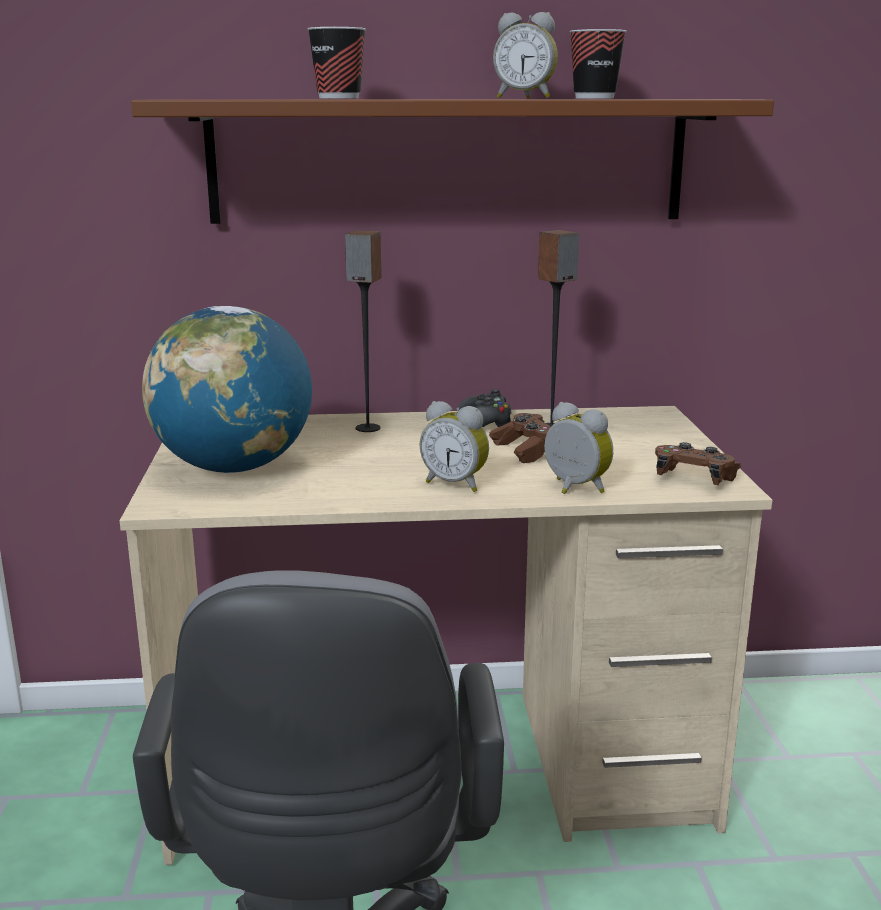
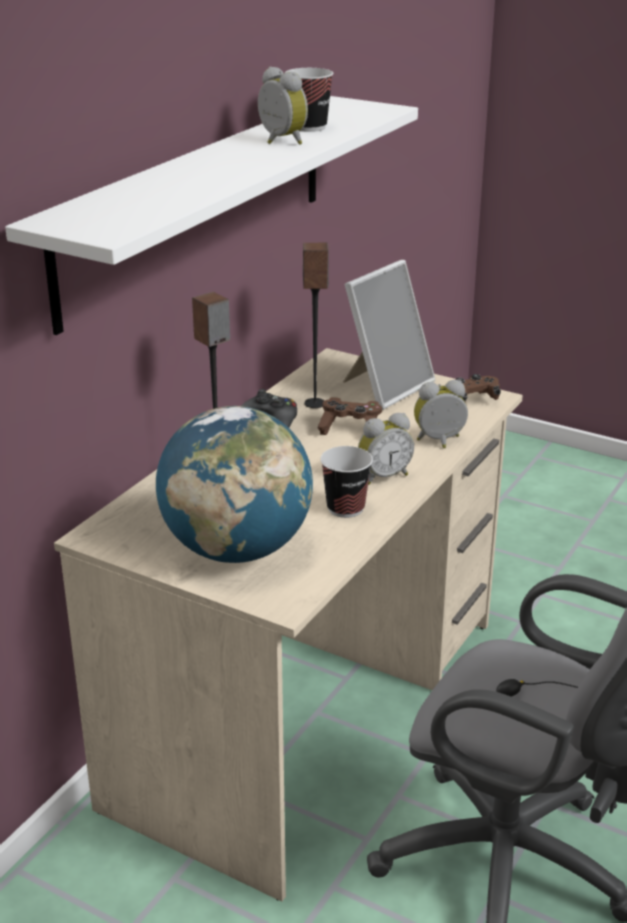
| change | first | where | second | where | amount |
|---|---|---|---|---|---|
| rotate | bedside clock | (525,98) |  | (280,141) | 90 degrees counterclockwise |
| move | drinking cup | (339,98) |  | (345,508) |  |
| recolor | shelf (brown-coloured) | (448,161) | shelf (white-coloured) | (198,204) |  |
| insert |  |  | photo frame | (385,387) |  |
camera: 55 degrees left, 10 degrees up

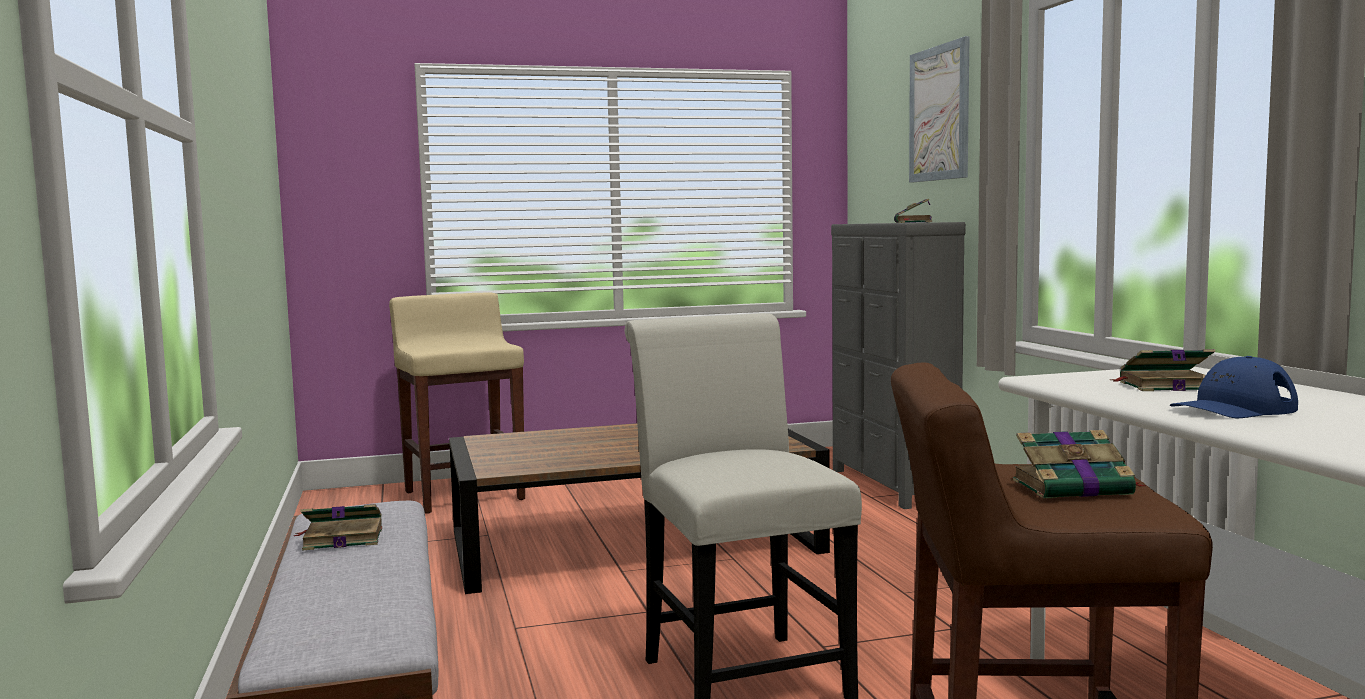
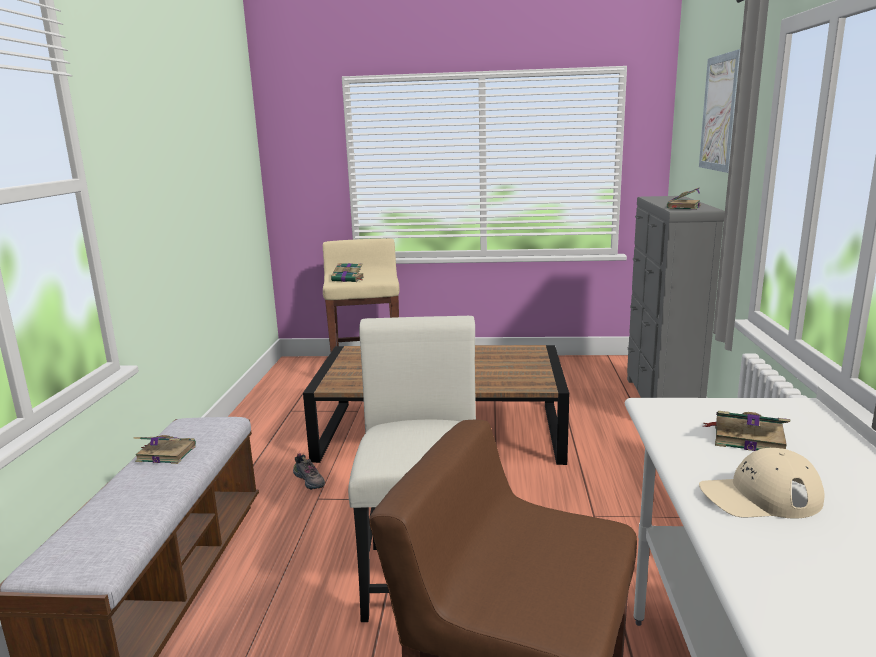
| change | first | where | second | where | amount |
|---|---|---|---|---|---|
| recolor | baseball cap (blue) | (1233,409) | baseball cap (sand-coloured) | (759,496) |  |
| move | volume | (1075,487) |  | (348,279) |  |
| insert |  |  | shoe | (310,480) |  |
camera: 20 degrees right, 10 degrees up

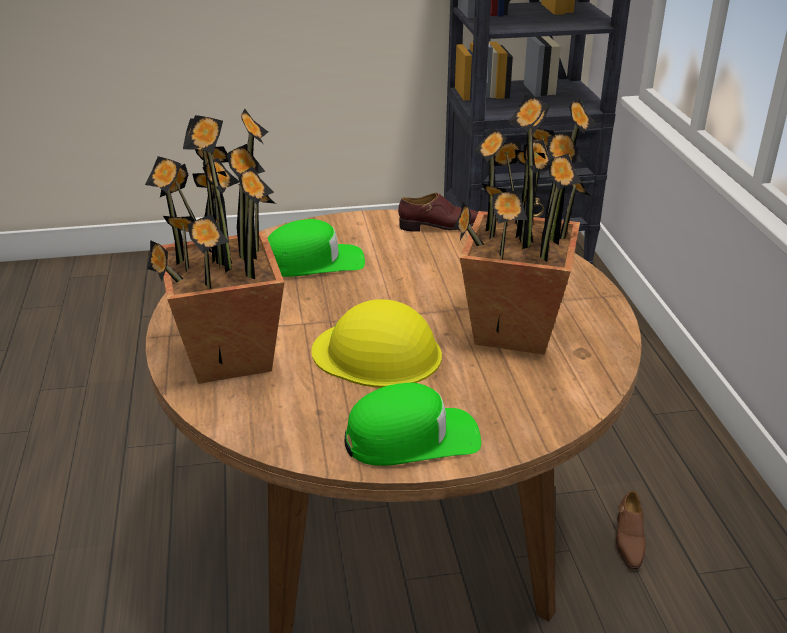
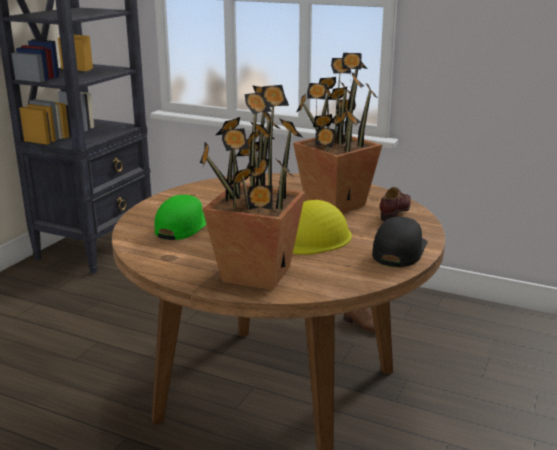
| change | first | where | second | where | amount |
|---|---|---|---|---|---|
| move | shoe (brown-coloured) | (440,226) |  | (396,211) |  |
| recolor | baseball cap (green) | (412,438) | baseball cap (blackish) | (399,250) |  |
camera: 55 degrees left, 10 degrees down

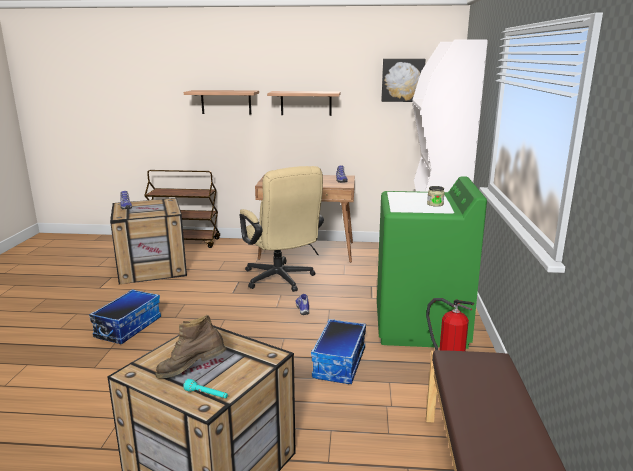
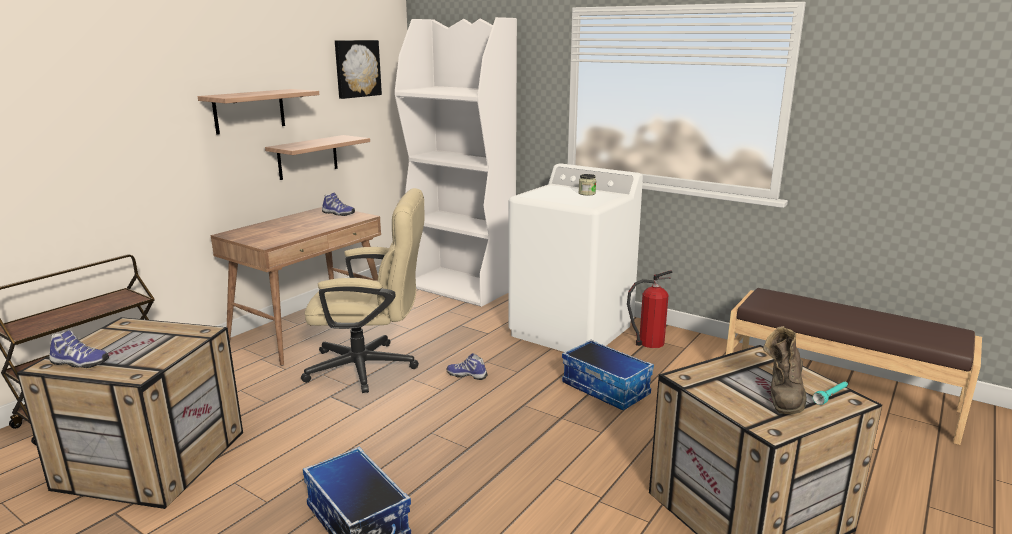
| change | first | where | second | where | amount |
|---|---|---|---|---|---|
| move | shelf | (226,102) |  | (307,157) |  |
| recolor | laundry machine (green) | (420,326) | laundry machine (white-coloured) | (572,331) |  |
camera: 60 degrees left, 0 degrees up

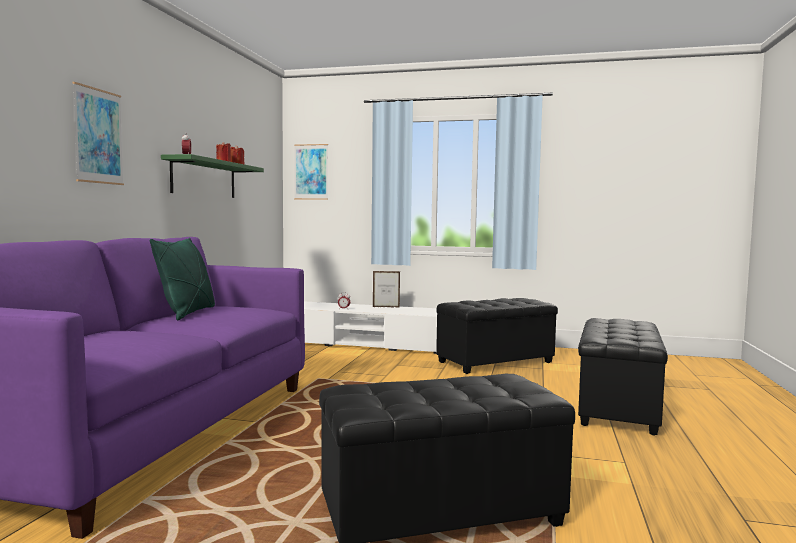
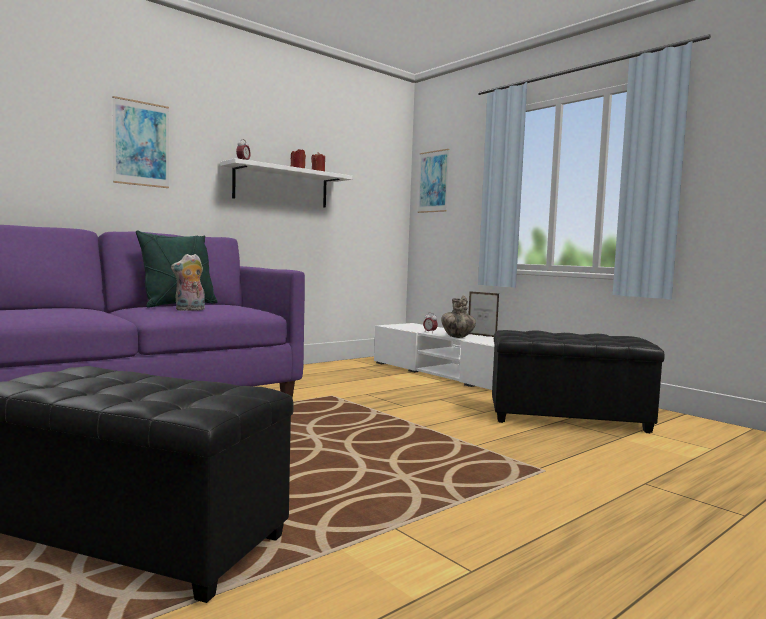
| change | first | where | second | where | amount |
|---|---|---|---|---|---|
| recolor | shelf (green) | (204,179) | shelf (white-coloured) | (281,186) |  |
| delete | pouffe (blackish) | (616,407) |  |  |  |
| insert |  |  | soft toy | (190,310) |  |
| insert |  |  | vase | (457,337) |  |
camera: 35 degrees right, 0 degrees up

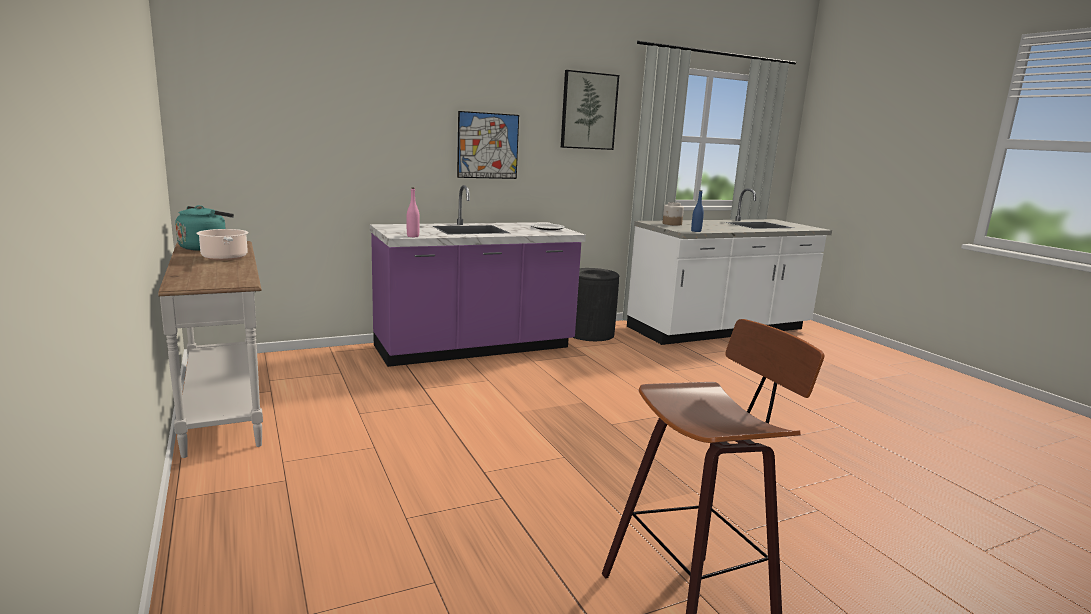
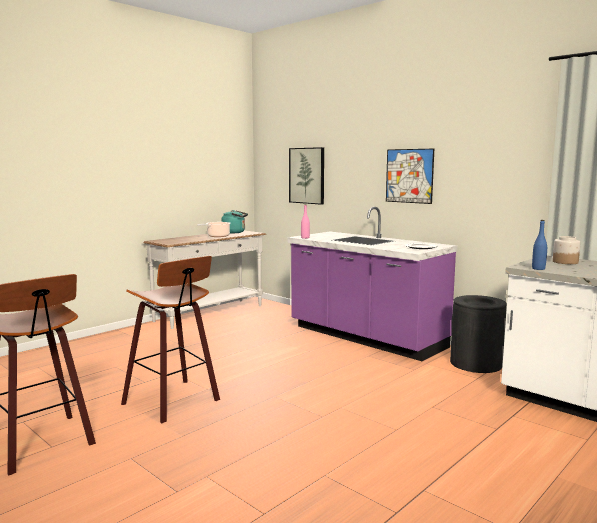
| change | first | where | second | where | amount |
|---|---|---|---|---|---|
| move | picture | (588,111) |  | (307,175) |  |
| insert |  |  | sitting stool | (175,401) |  |
camera: 70 degrees right, 5 degrees down

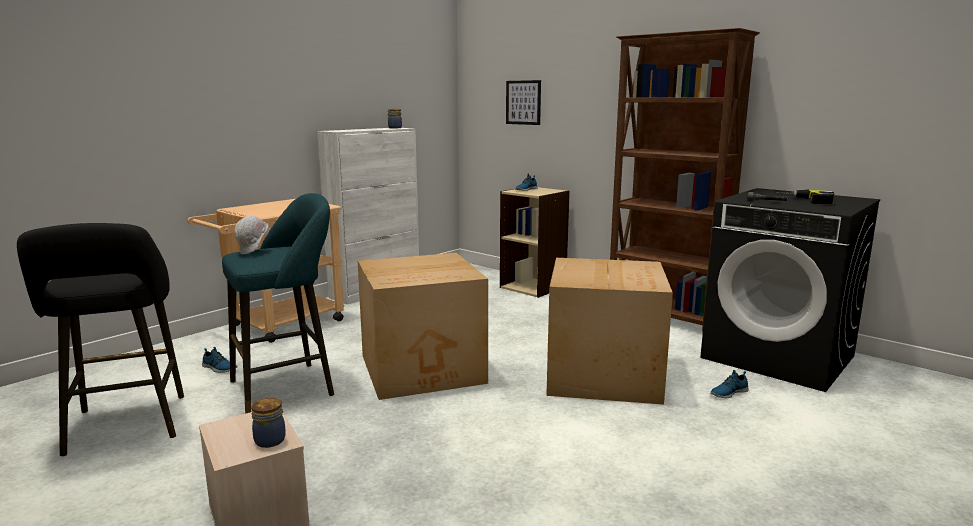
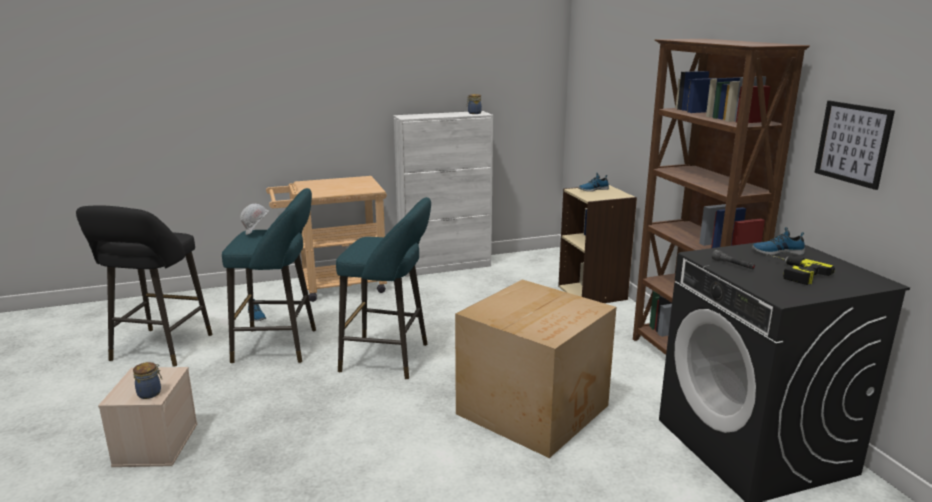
| change | first | where | second | where | amount |
|---|---|---|---|---|---|
| move | picture | (523,102) |  | (853,143) |  |
| replace | cardboard box | (424,369) | sitting stool (blue-green) | (390,358) |  |
| move | shoe | (728,392) |  | (777,252) |  |
camera: 30 degrees right, 5 degrees up

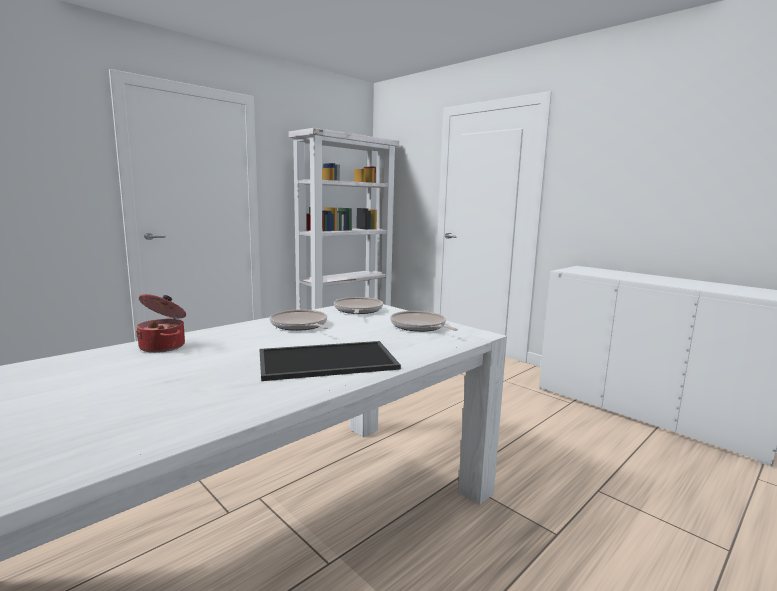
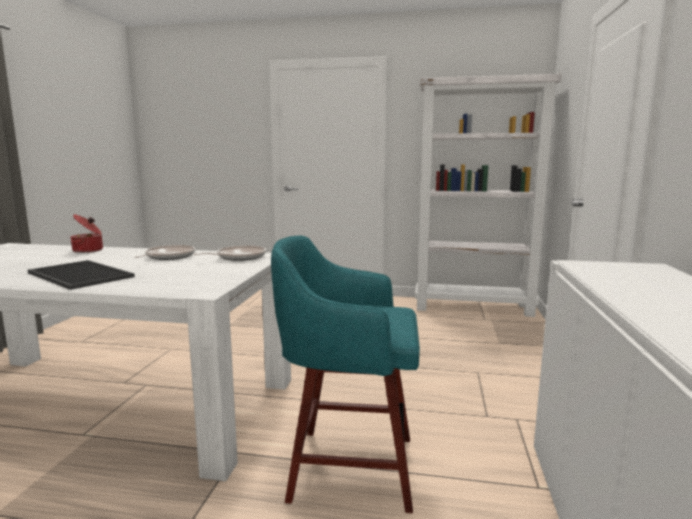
| change | first | where | second | where | amount |
|---|---|---|---|---|---|
| delete | frying pan | (419,327) |  |  |  |
| insert |  |  | sitting stool (blue-green) | (348,467) |  |
camera: 55 degrees right, 0 degrees up

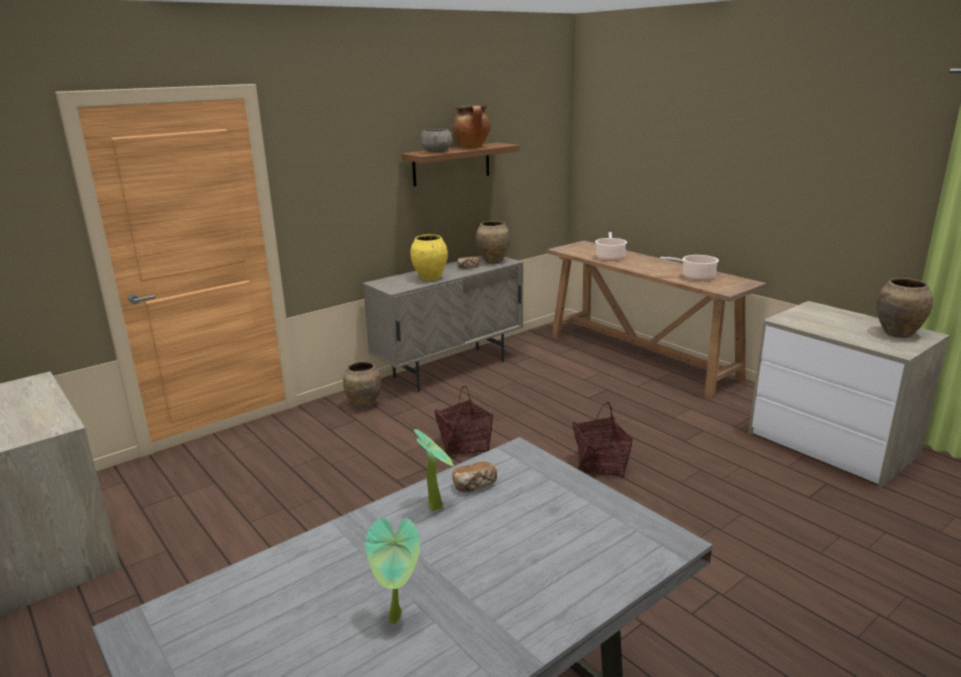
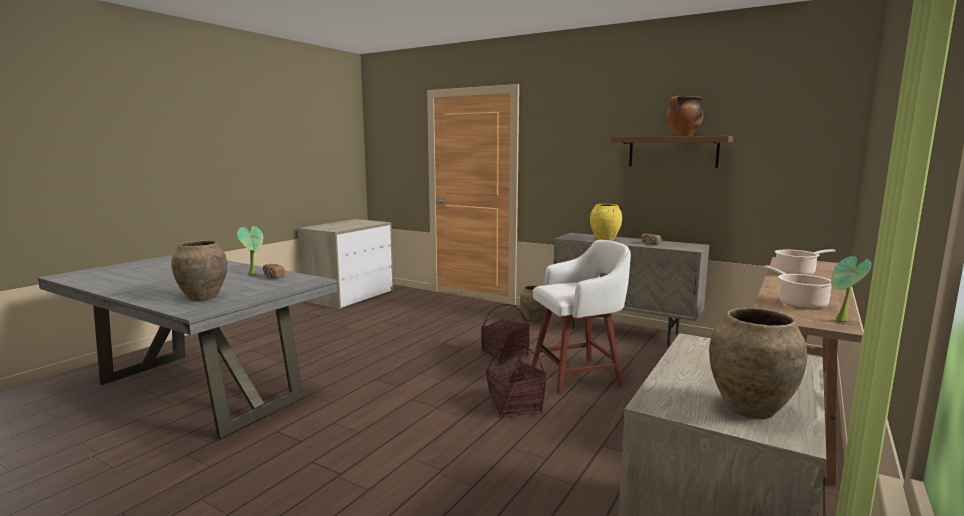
| change | first | where | second | where | amount |
|---|---|---|---|---|---|
| delete | serving bowl (gray) | (437,152) |  |  |  |
| move | vase (brown-coloured) | (493,261) |  | (202,298) |  |
| move | houseplant | (398,619) |  | (841,322) |  |
| insert |  |  | sitting stool (white-coloured) | (578,375) |  |
camera: 70 degrees right, 10 degrees down

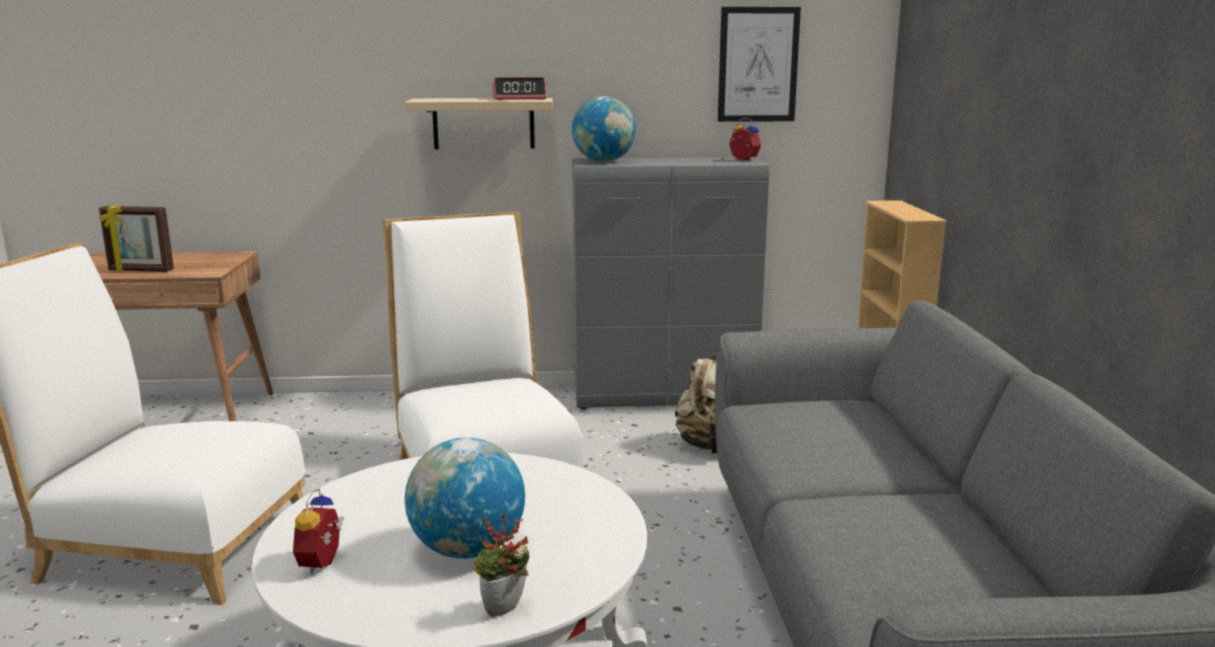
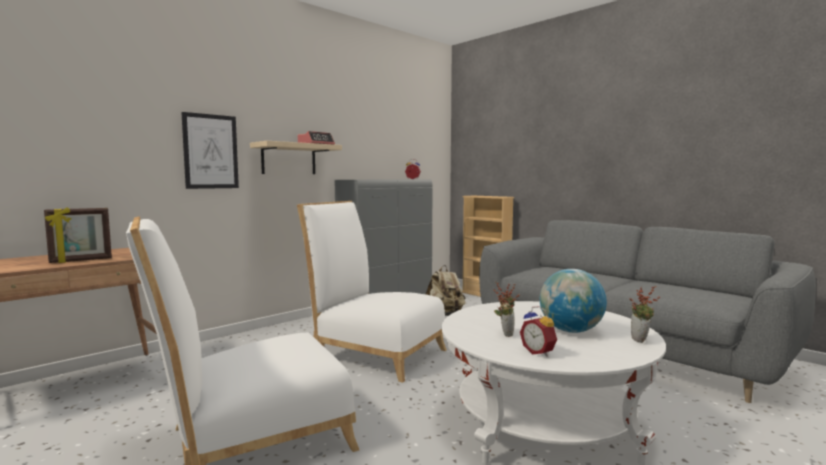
| change | first | where | second | where | amount |
|---|---|---|---|---|---|
| move | picture | (758,65) |  | (211,151) |  |
| delete | globe | (604,161) |  |  |  |
| insert |  |  | houseplant | (505,333) |  |
camera: 40 degrees left, 10 degrees down

